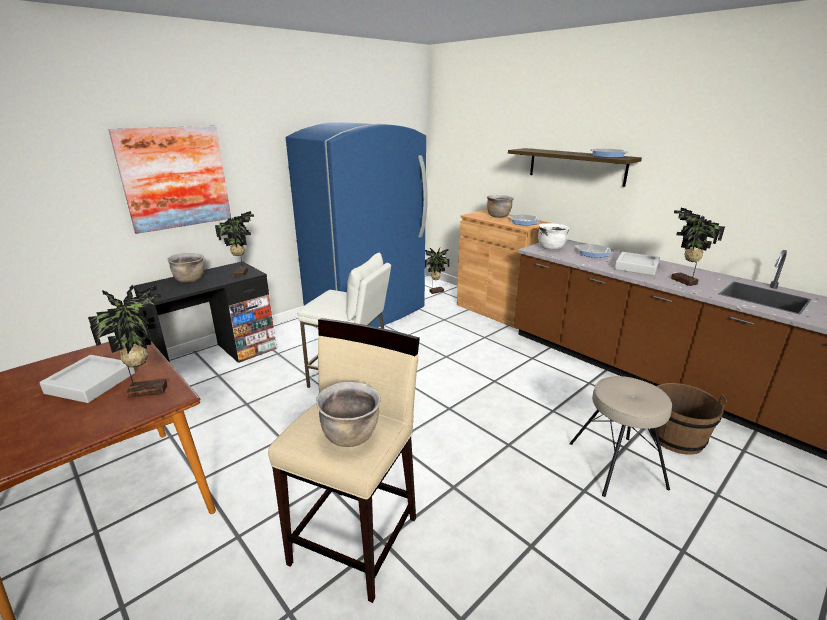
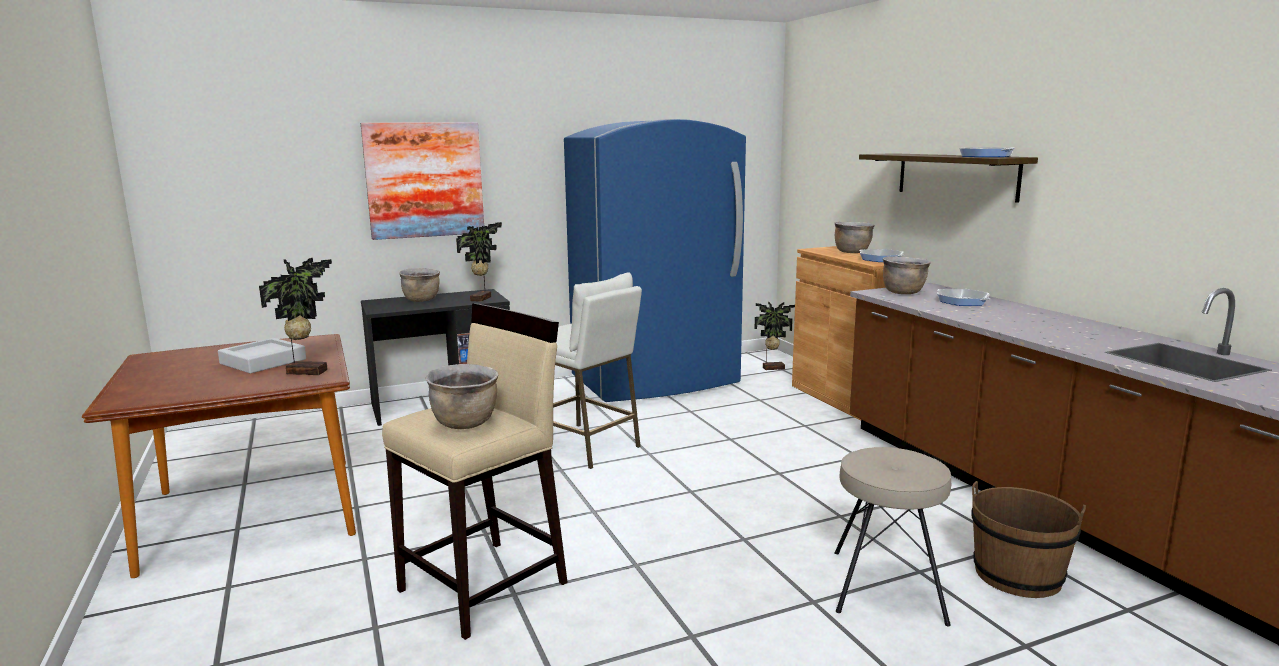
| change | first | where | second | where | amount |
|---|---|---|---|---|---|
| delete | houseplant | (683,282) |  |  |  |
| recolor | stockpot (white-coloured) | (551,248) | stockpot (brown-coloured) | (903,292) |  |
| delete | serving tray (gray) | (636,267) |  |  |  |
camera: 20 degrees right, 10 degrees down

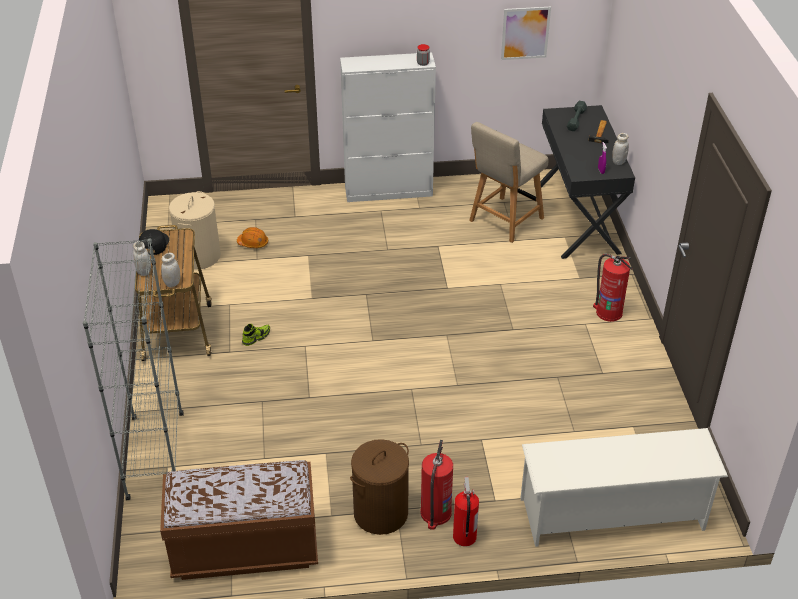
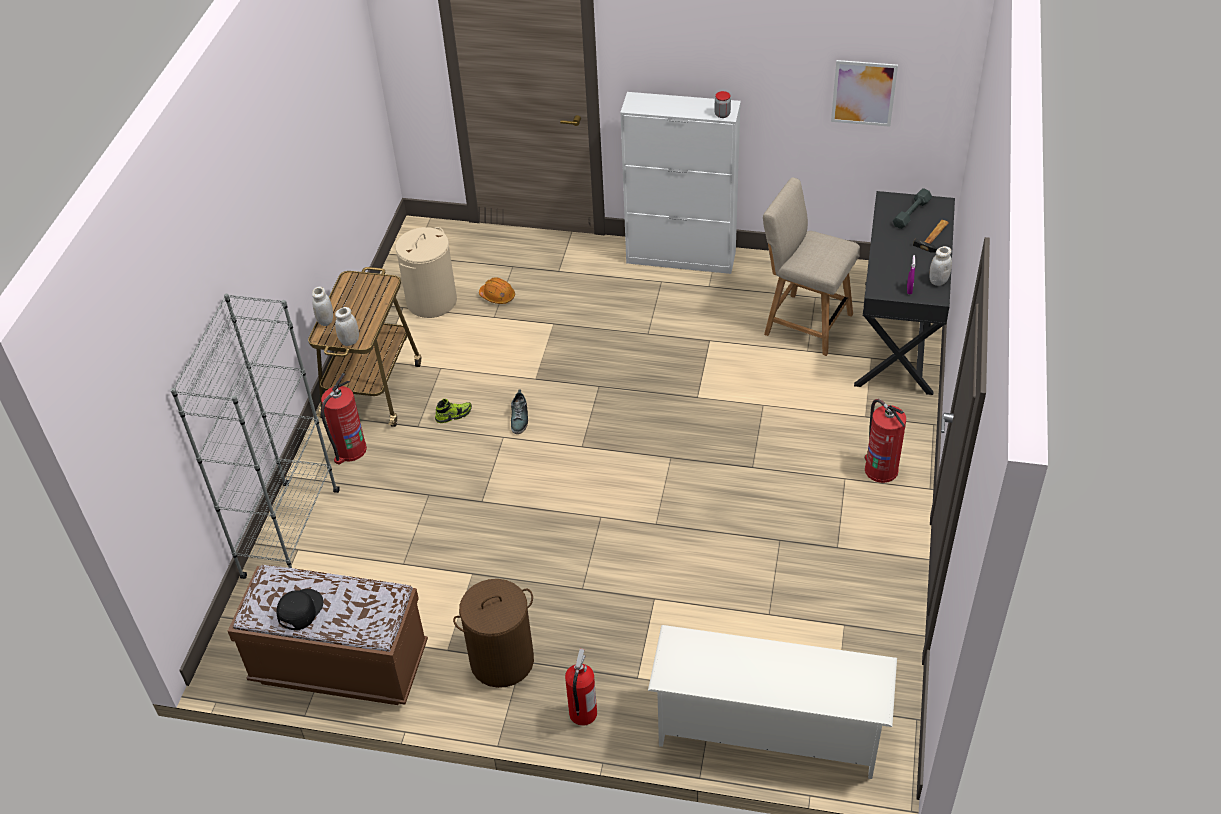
| change | first | where | second | where | amount |
|---|---|---|---|---|---|
| rotate | plain chair (sand-coloured) | (504,221) |  | (804,323) | 60 degrees clockwise |
| move | baseball cap (blackish) | (153,244) |  | (299,610) |  |
| move | extinguisher | (435,513) |  | (349,450) |  |
| insert |  |  | shoe | (520,418) |  |
camera: 20 degrees right, 5 degrees up

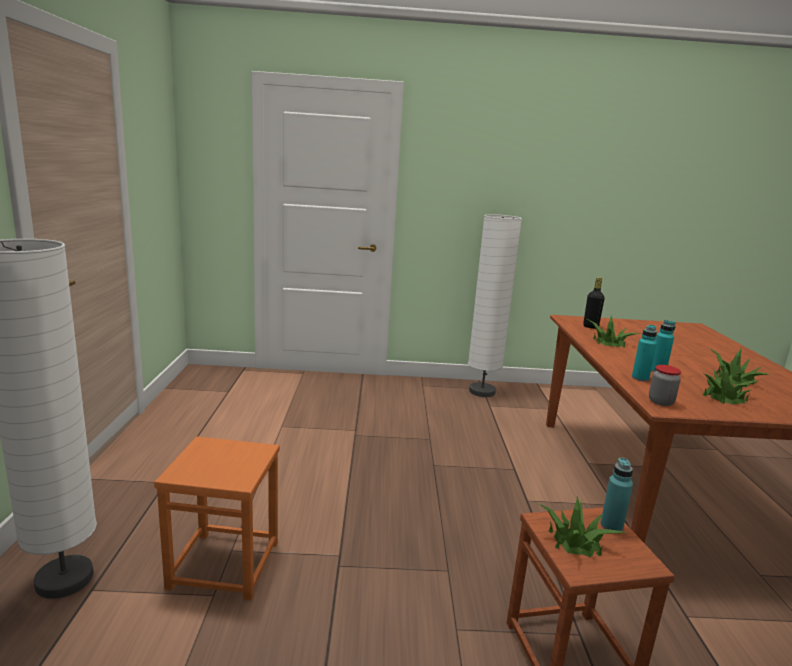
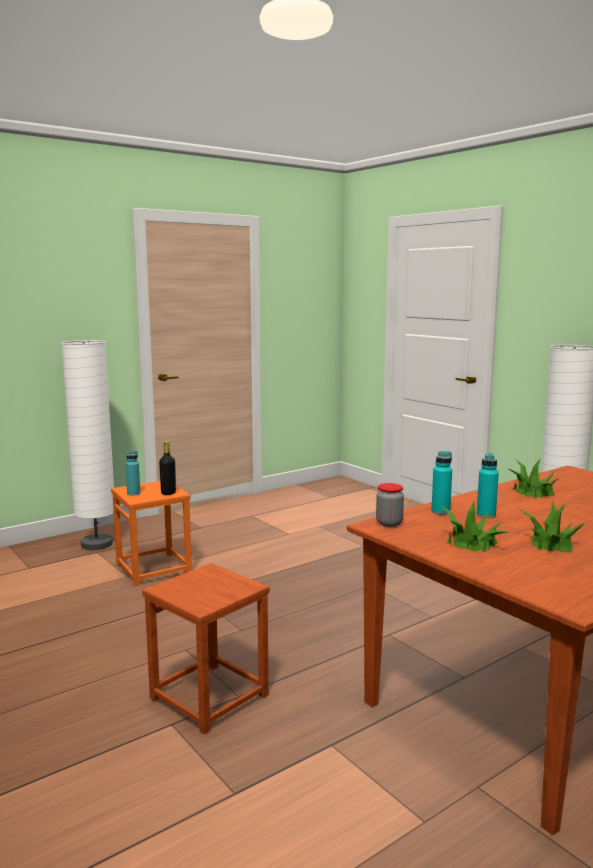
| change | first | where | second | where | amount |
|---|---|---|---|---|---|
| move | bottle (blackish) | (590,327) |  | (168,493) |  |
| move | bottle (blue-green) | (611,526) |  | (133,493) |  |
| delete | houseplant | (575,541) |  |  |  |
camera: 55 degrees right, 5 degrees down

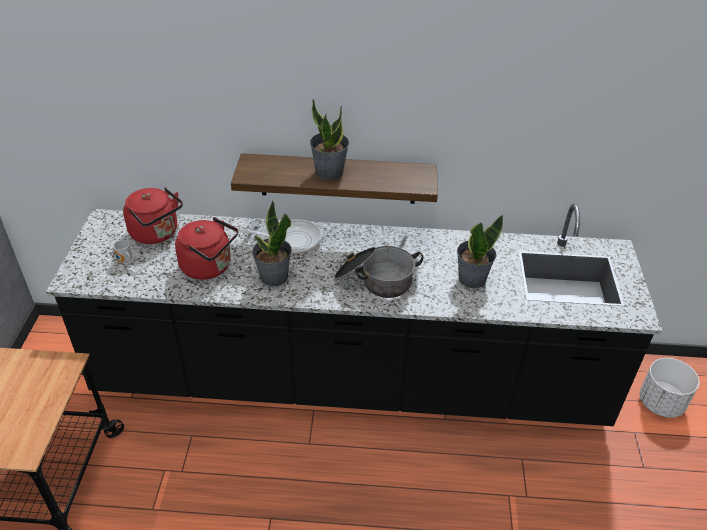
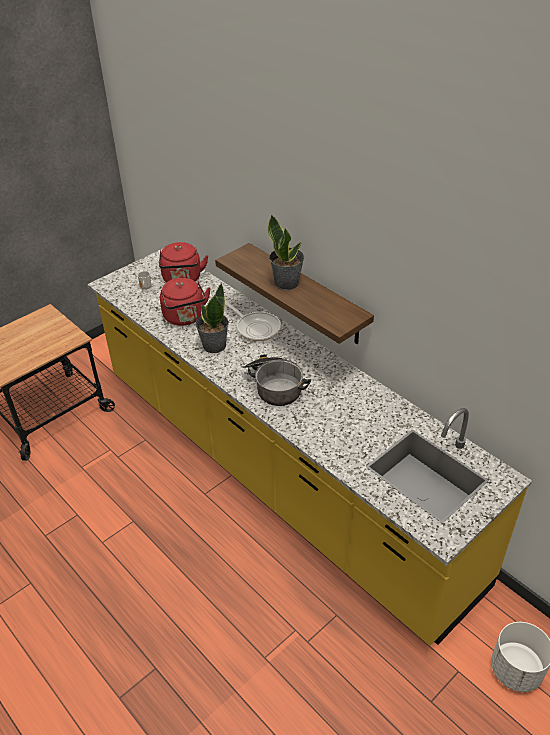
| change | first | where | second | where | amount |
|---|---|---|---|---|---|
| recolor | kitchen base unit (blackish) | (350,380) | kitchen base unit (yellowish) | (277,472) |  |
| delete | houseplant | (471,278) |  |  |  |
camera: 45 degrees right, 0 degrees up

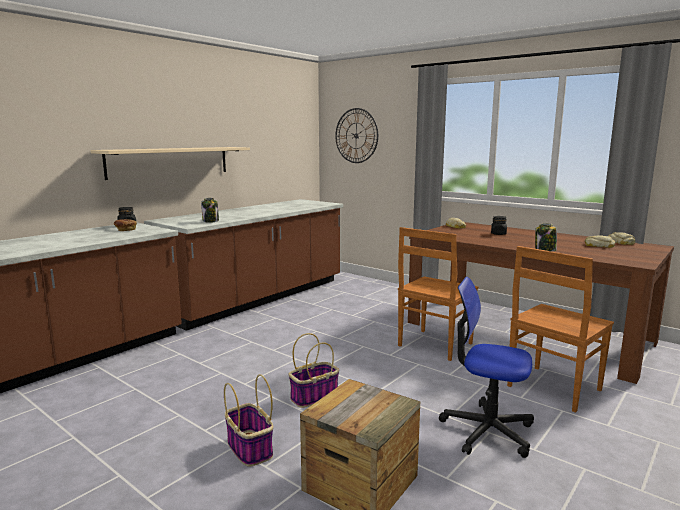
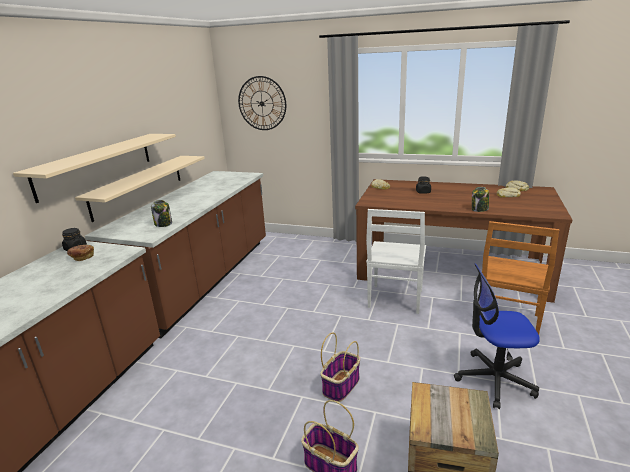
| change | first | where | second | where | amount |
|---|---|---|---|---|---|
| recolor | plain chair (brown-coloured) | (434,345) | plain chair (white-coloured) | (395,300) |  |
| insert |  |  | shelf (sand-coloured) | (138,185) |  |
camera: 20 degrees left, 10 degrees up

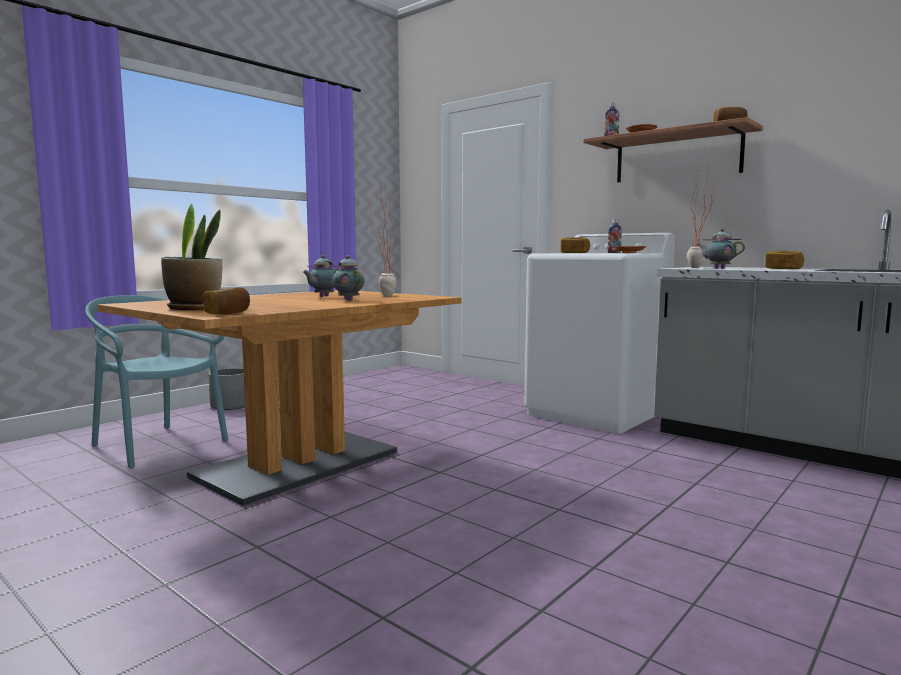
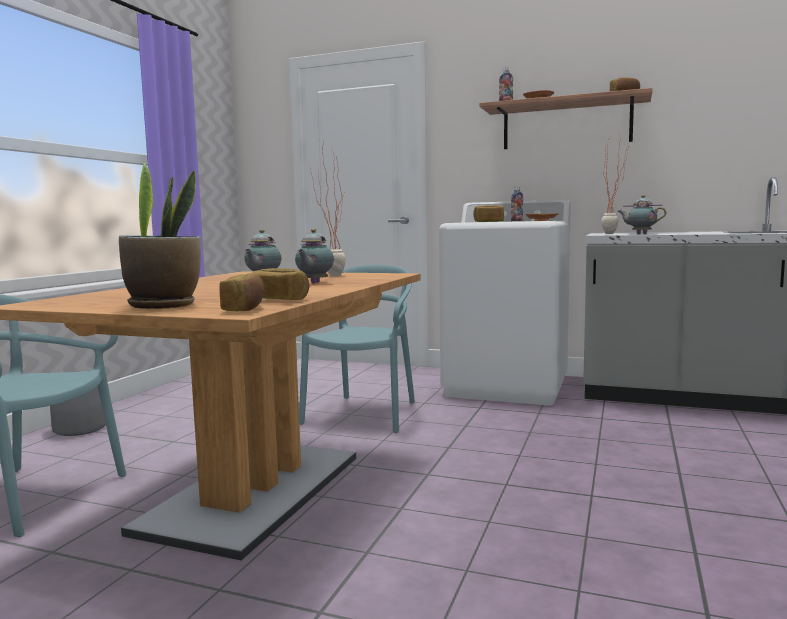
| change | first | where | second | where | amount |
|---|---|---|---|---|---|
| move | baked bread | (783,269) |  | (280,299) |  |
| rotate | teapot | (348,300) |  | (314,283) | 105 degrees counterclockwise |
| insert |  |  | plain chair (blue-green) | (363,414) |  |
camera: 20 degrees left, 0 degrees up

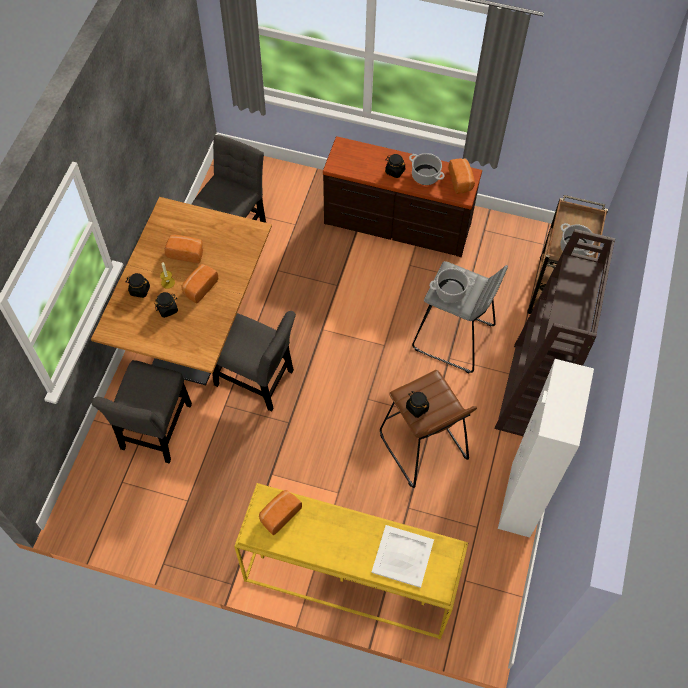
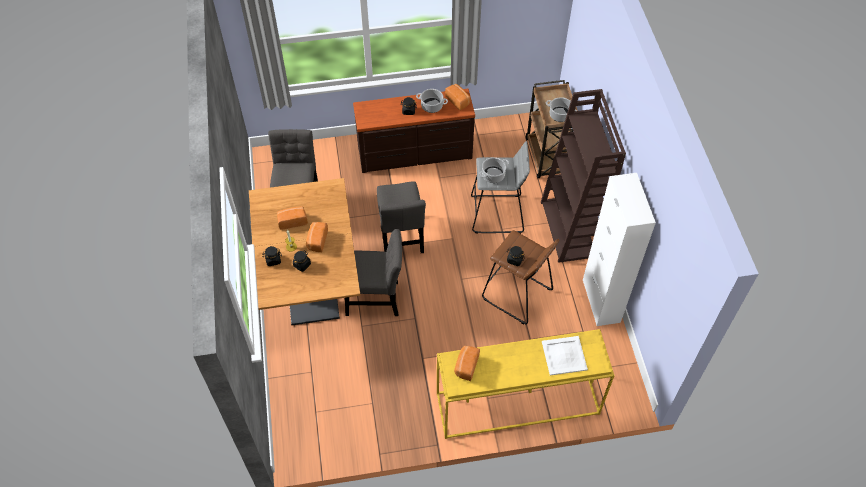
| change | first | where | second | where | amount |
|---|---|---|---|---|---|
| move | plain chair (gray) | (155,431) |  | (401,238) |  |
camera: 25 degrees left, 5 degrees down

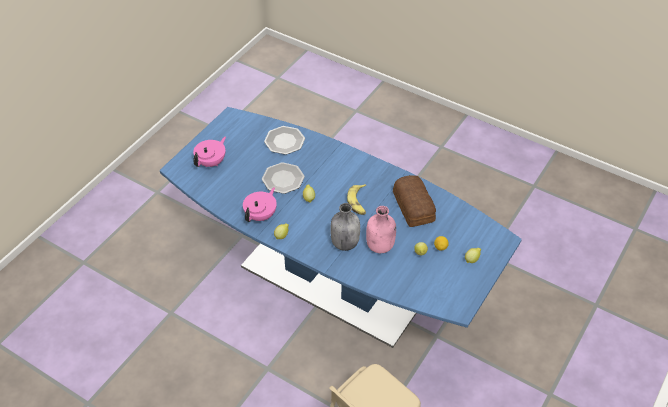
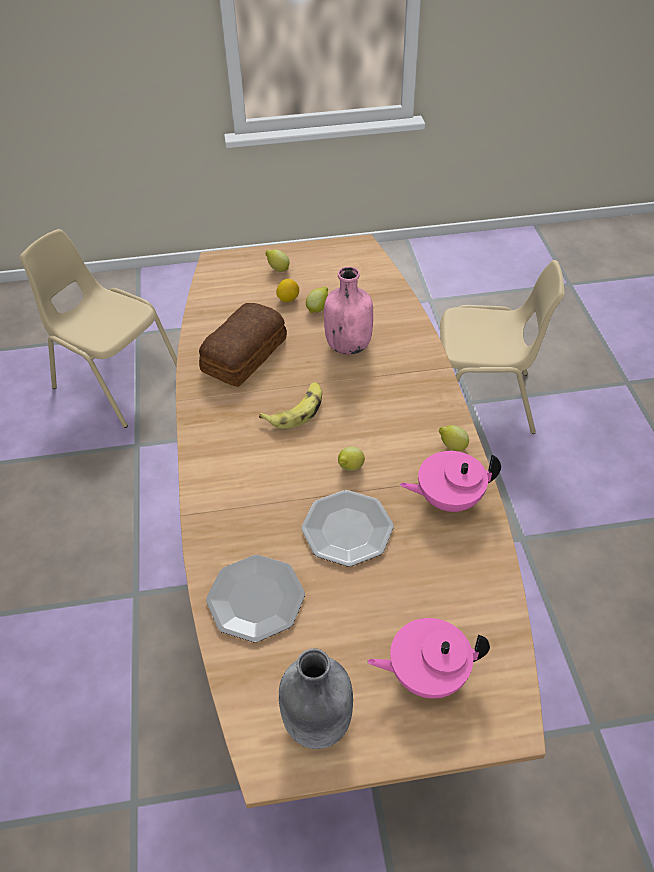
| change | first | where | second | where | amount |
|---|---|---|---|---|---|
| recolor | dining table (blue) | (334,281) | dining table (brown-coloured) | (330,568) |  |
| move | bottle (gray) | (344,243) |  | (317,724) |  |
| insert |  |  | plain chair (sand-coloured) | (116,380) |  |
camera: 130 degrees left, 0 degrees up

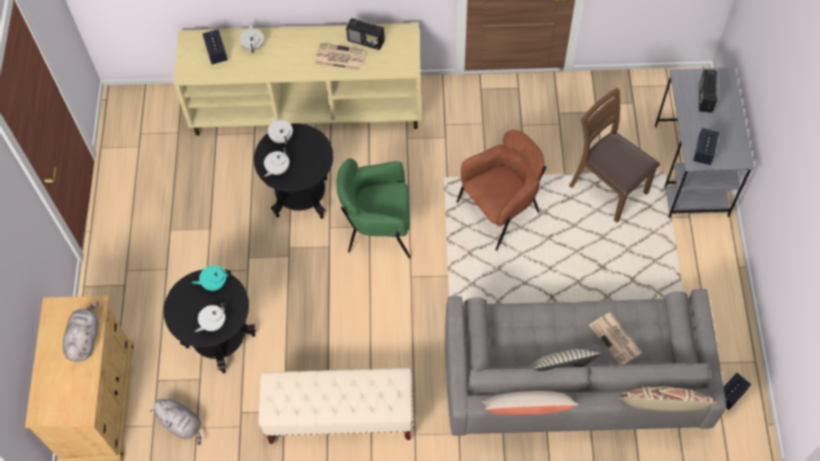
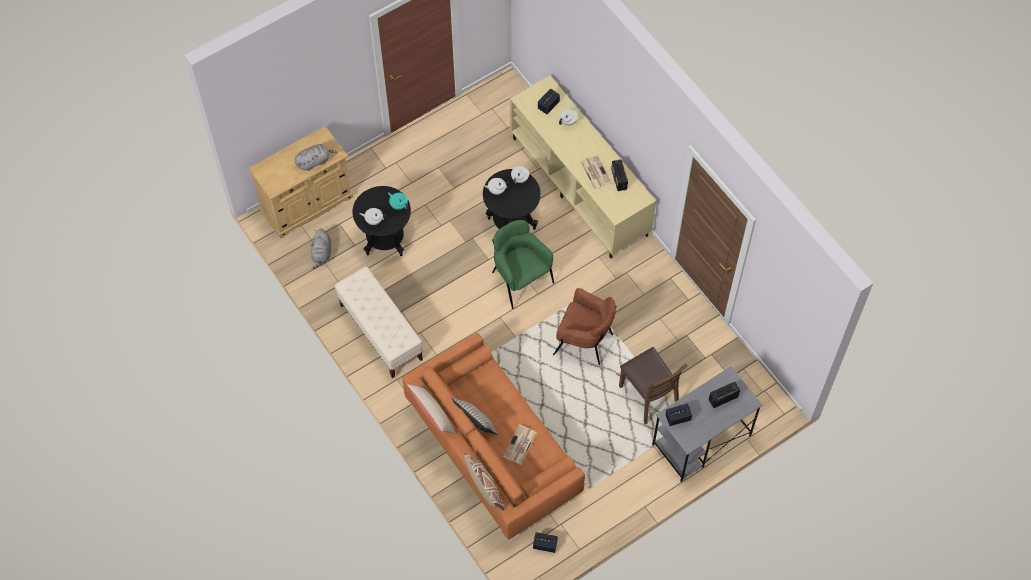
| change | first | where | second | where | amount |
|---|---|---|---|---|---|
| rotate | plain chair (brown-coloured) | (608,188) |  | (648,396) | 135 degrees clockwise |
| recolor | sofa (gray) | (573,379) | sofa (orange-coloured) | (493,448) |  |
camera: 55 degrees right, 0 degrees up

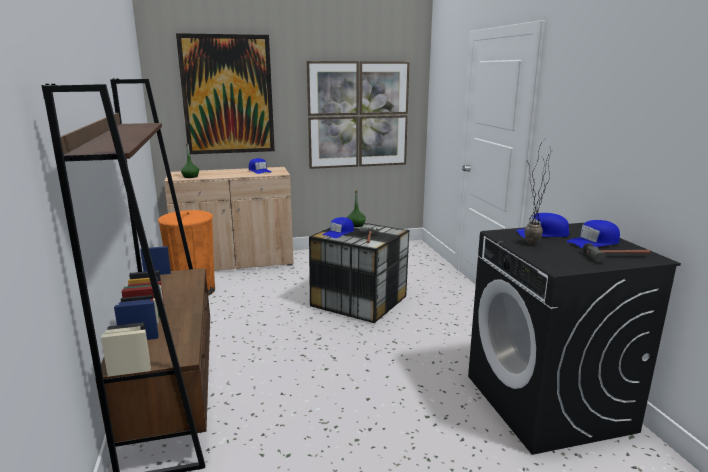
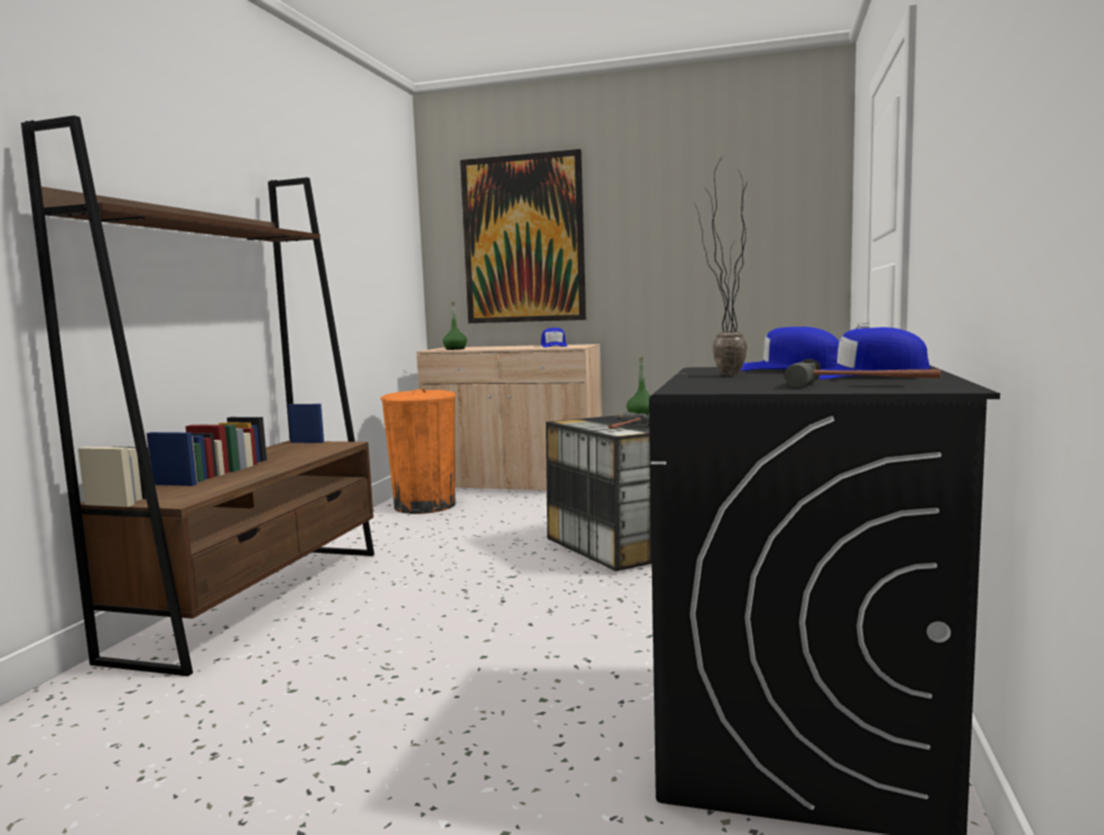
| change | first | where | second | where | amount |
|---|---|---|---|---|---|
| delete | picture | (358,115) |  |  |  |
| delete | baseball cap (blue) | (339,232) |  |  |  |
camera: 30 degrees right, 10 degrees down

